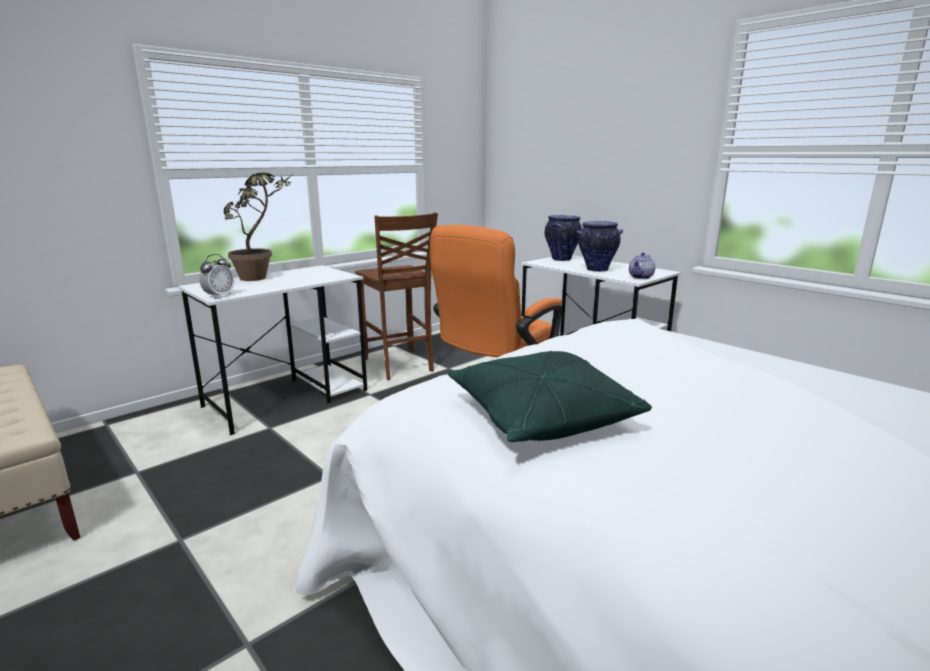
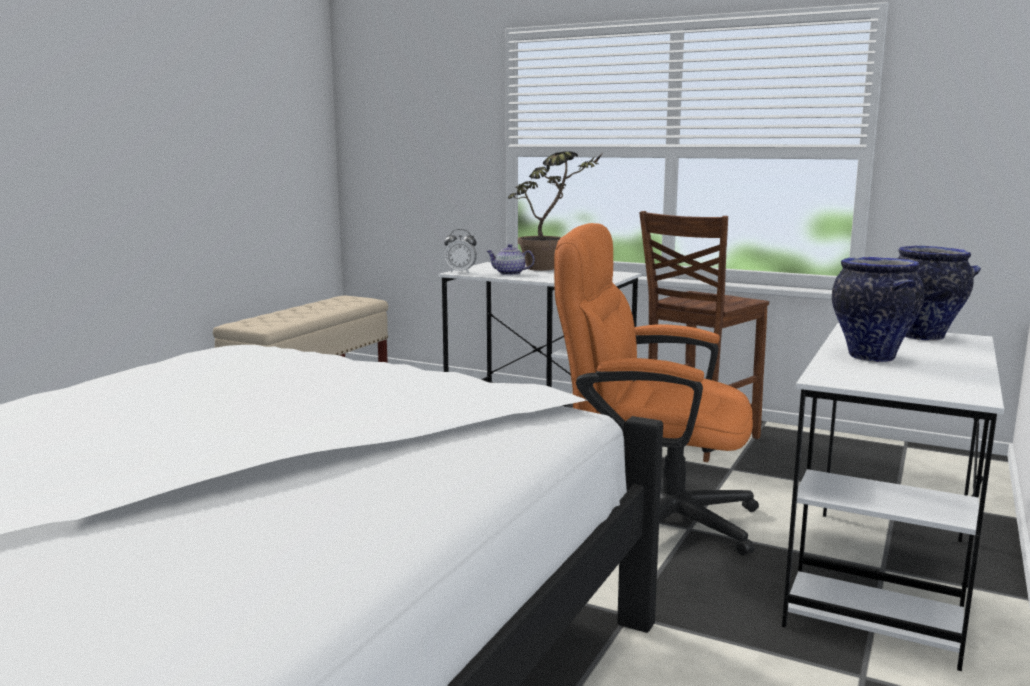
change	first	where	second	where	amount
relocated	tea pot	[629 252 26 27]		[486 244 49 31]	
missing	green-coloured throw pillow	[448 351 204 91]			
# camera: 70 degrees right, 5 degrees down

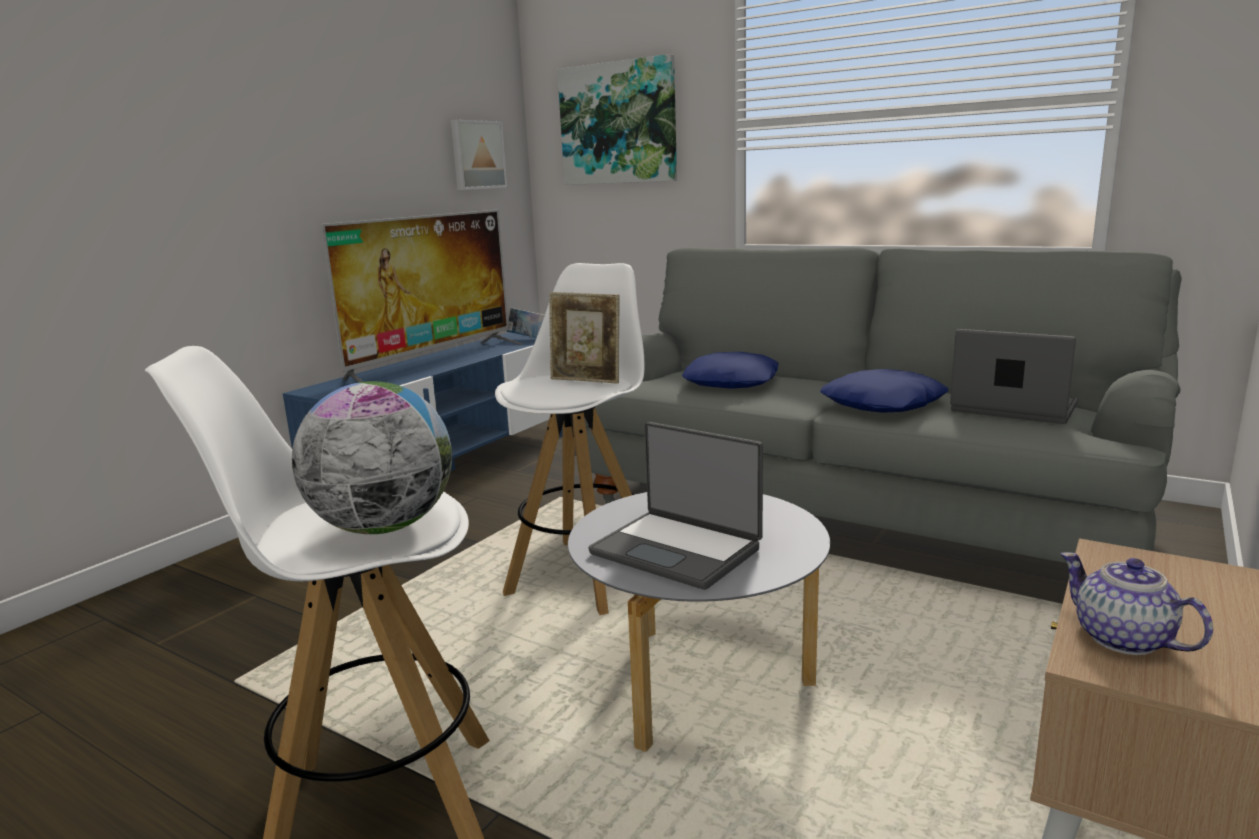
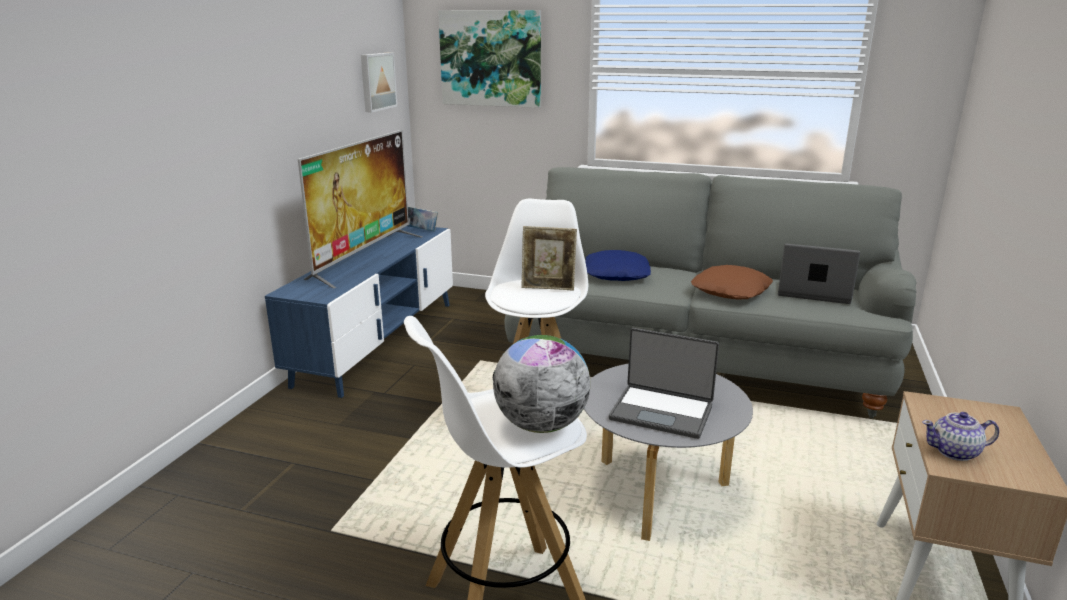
change	first	where	second	where	amount
colour	blue-coloured throw pillow	[820 369 129 44]	brownish throw pillow	[691 265 82 35]	
spun	tea pot	[1060 552 153 103]		[922 412 77 49]	45 degrees counterclockwise
# camera: 15 degrees left, 5 degrees up

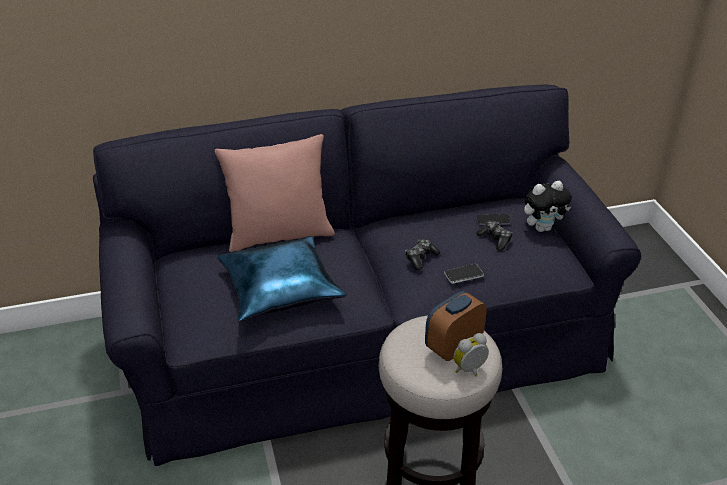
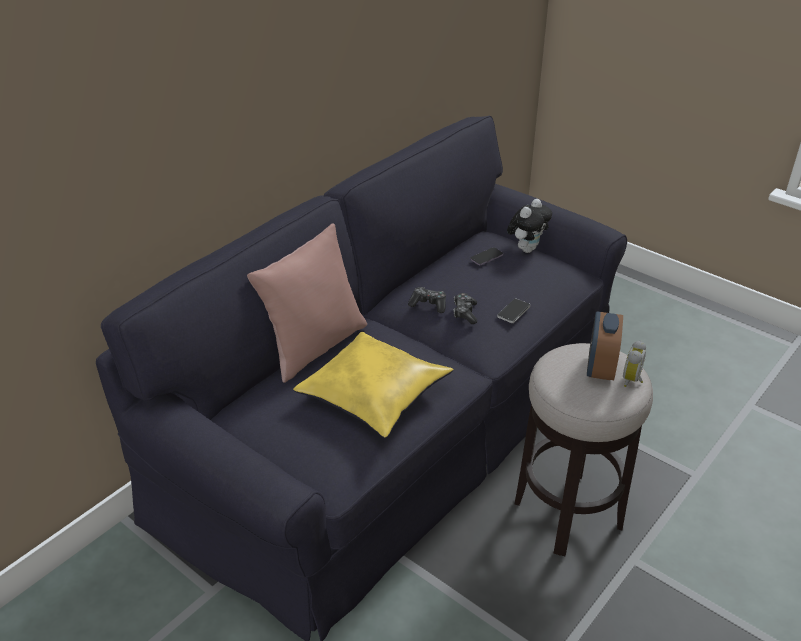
change	first	where	second	where	amount
relocated	game controller	[476 221 37 30]		[408 287 38 26]	
colour	blue-coloured throw pillow	[218 236 129 86]	yellow-coloured throw pillow	[293 332 160 106]	
# camera: 35 degrees left, 0 degrees up

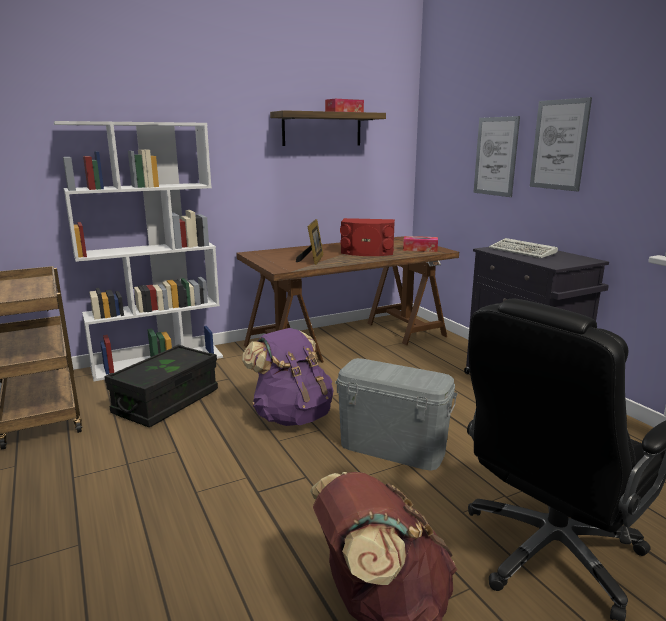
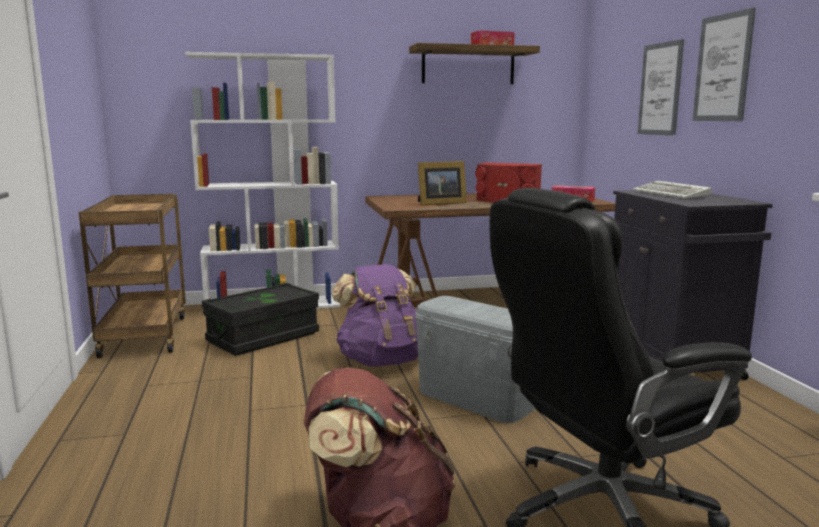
change	first	where	second	where	amount
spun	photo frame	[296 219 28 46]		[418 161 49 45]	45 degrees clockwise
# camera: 15 degrees right, 5 degrees down

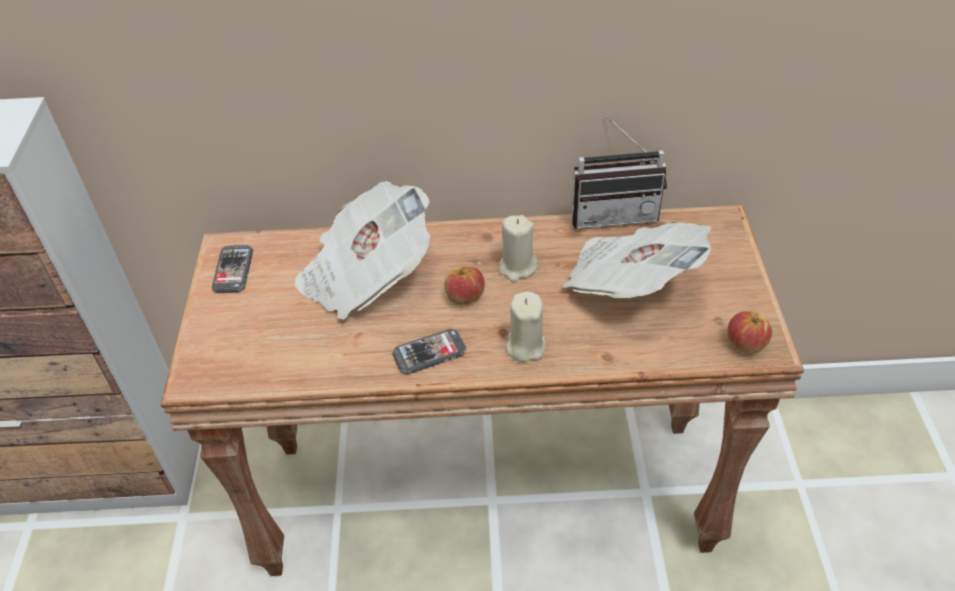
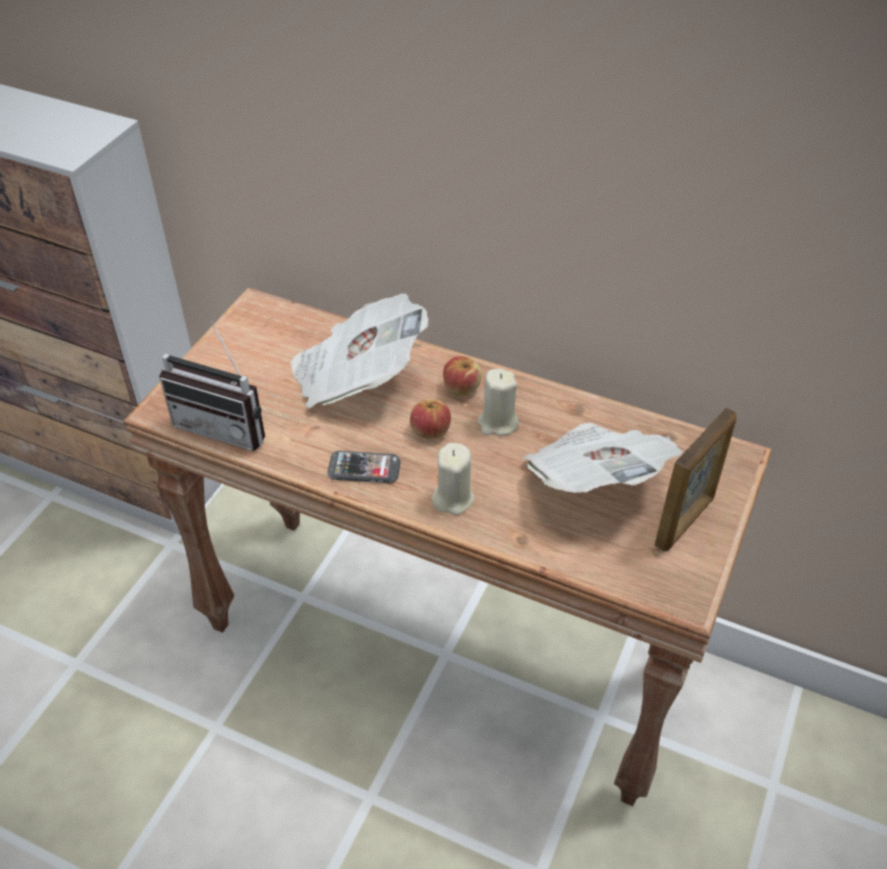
change	first	where	second	where	amount
relocated	radio	[571 116 96 113]		[159 321 106 130]	
missing	telephone	[212 245 41 48]			
relocated	whole apple	[727 311 45 43]		[443 356 38 40]	
appeared			photo frame	[654 408 83 143]	
# camera: 25 degrees right, 0 degrees up

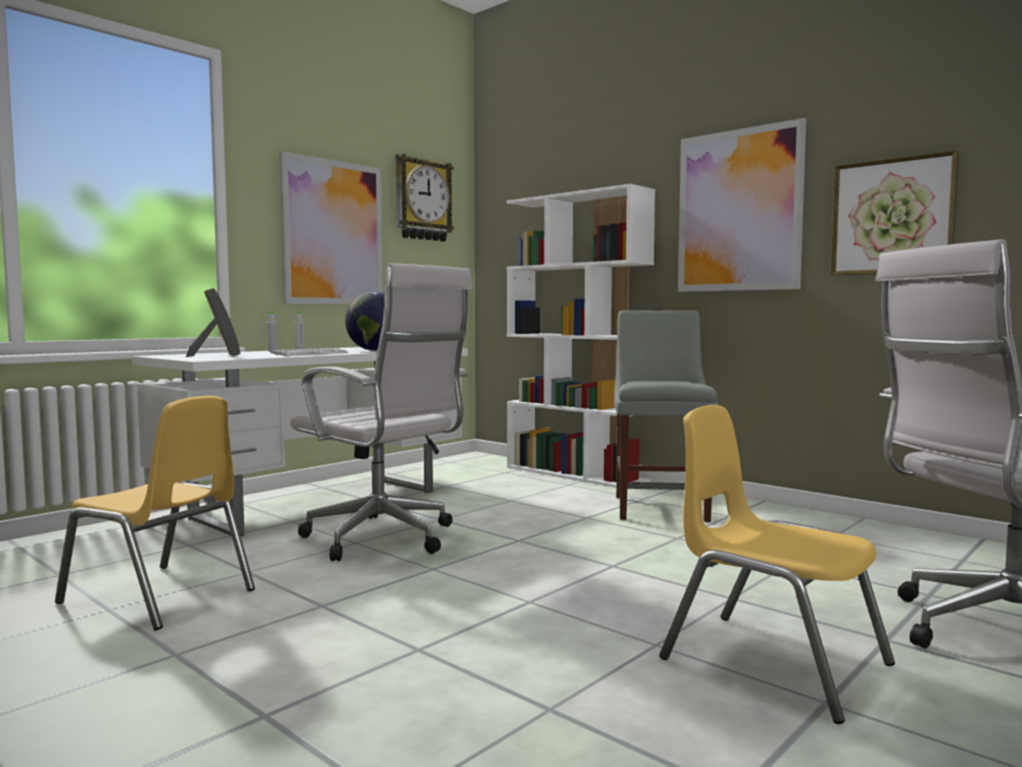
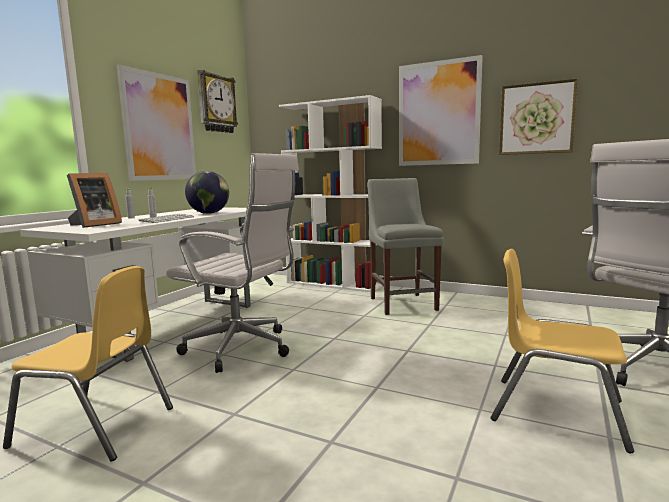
change	first	where	second	where	amount
spun	photo frame	[186 288 54 69]		[67 173 55 55]	75 degrees clockwise
# camera: 15 degrees left, 5 degrees up

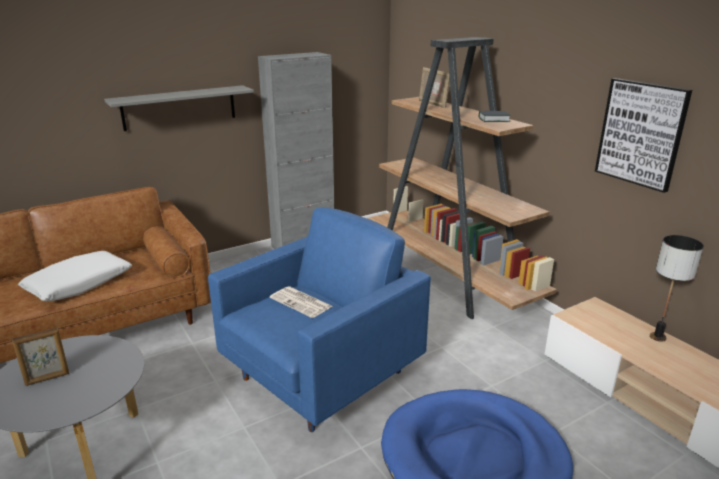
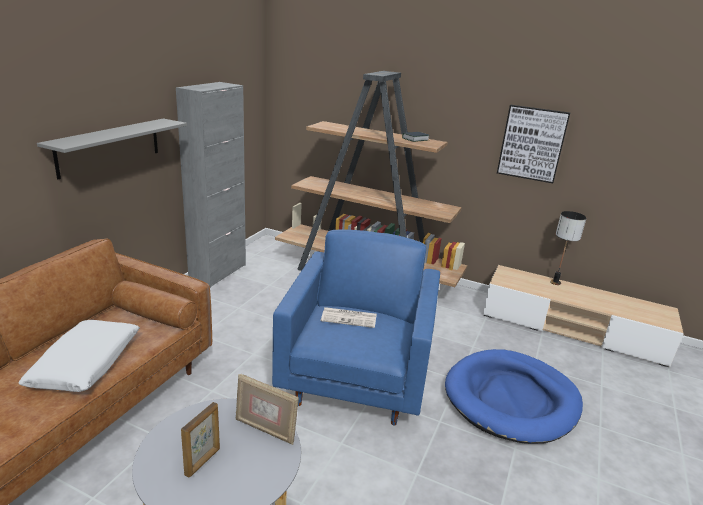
change	first	where	second	where	amount
relocated	photo frame	[419 67 31 41]		[236 374 63 71]	
# camera: 35 degrees left, 0 degrees up

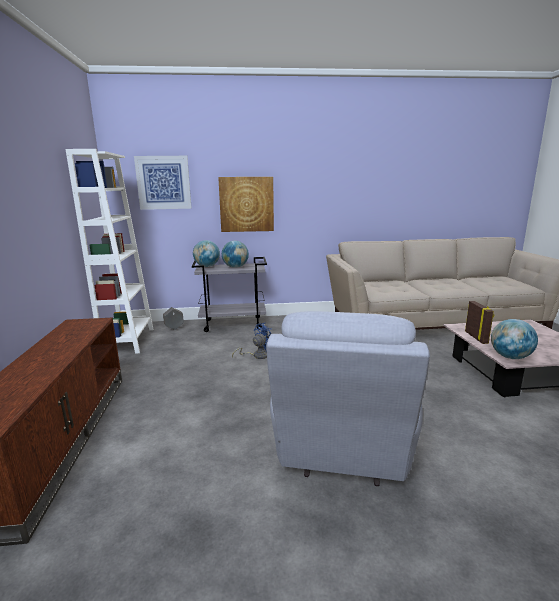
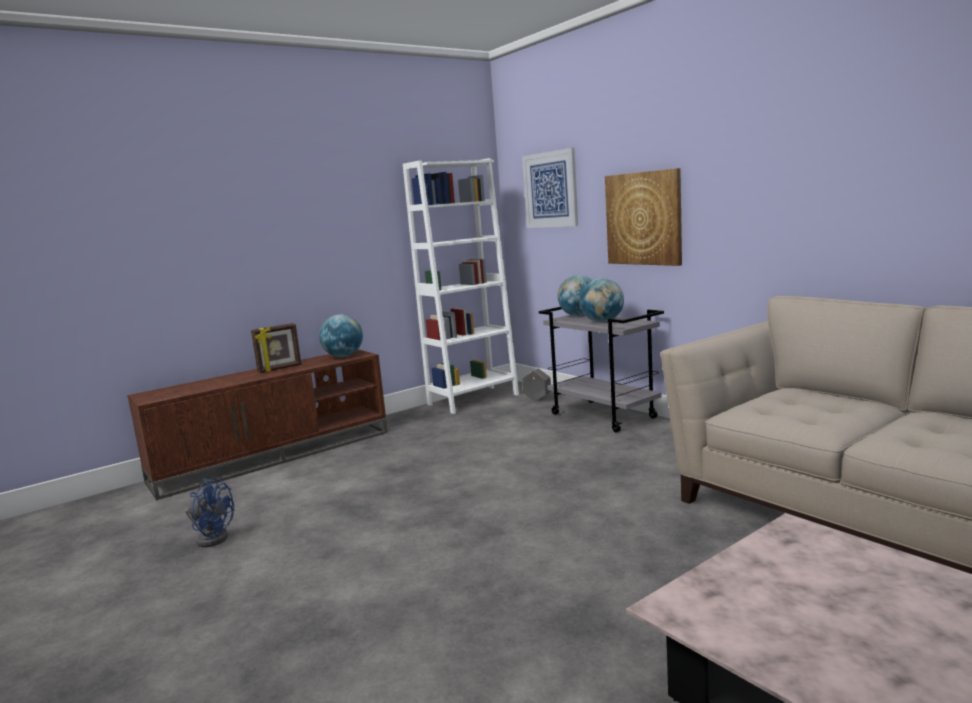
change	first	where	second	where	amount
relocated	photo frame	[465 301 29 43]		[251 323 50 50]	
missing	grey easy chair	[266 311 164 175]			
relocated	globe	[491 319 47 40]		[319 314 44 43]	
relocated	blue-coloured electric fan	[232 323 39 36]		[186 479 48 68]	
# camera: 60 degrees right, 5 degrees down

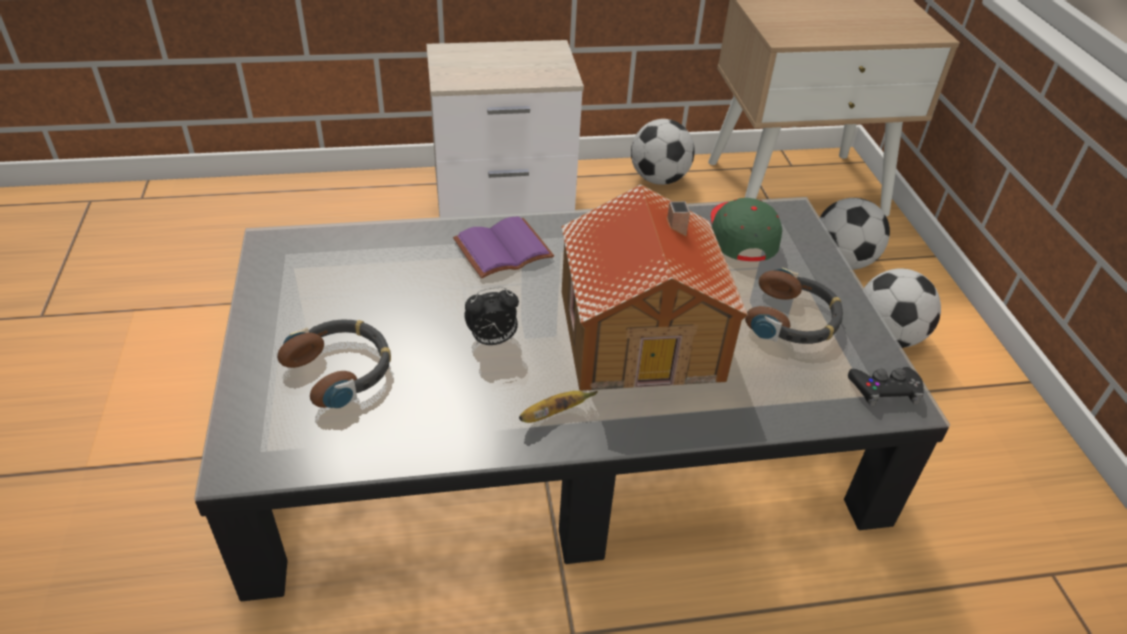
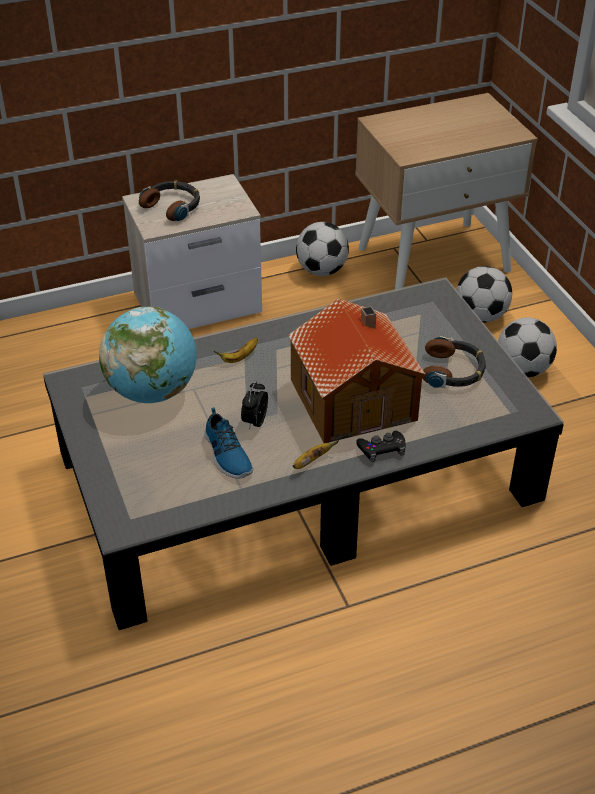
change	first	where	second	where	amount
missing	green-coloured baseball cap	[711 198 71 63]			
exchanged	purple-coloured bound book	[453 216 101 62]	banana	[214 337 44 26]	
spun	alarm clock	[465 287 54 58]		[241 381 27 49]	135 degrees clockwise
relocated	headphones	[277 319 114 89]		[139 180 61 41]	
relocated	blackish game controller	[848 367 76 39]		[357 431 48 31]	
appeared			globe	[99 306 98 97]	
appeared			shoe	[204 407 49 72]	
# camera: 10 degrees left, 0 degrees up

